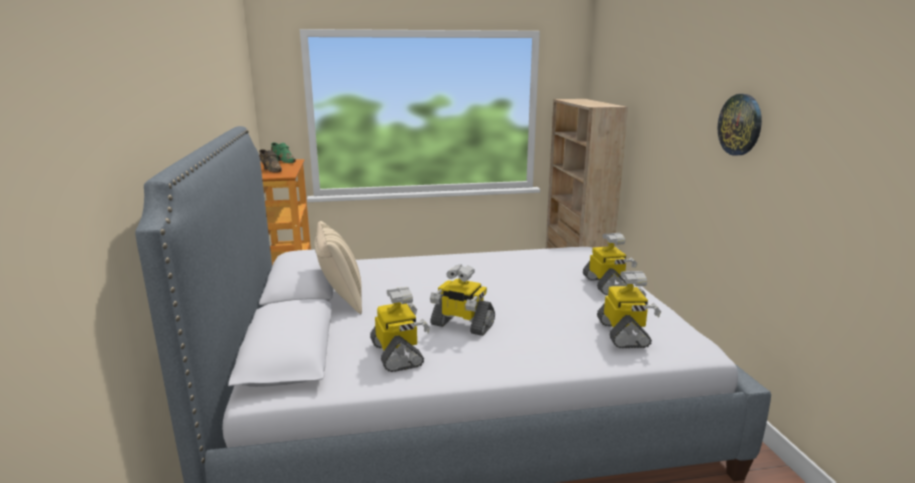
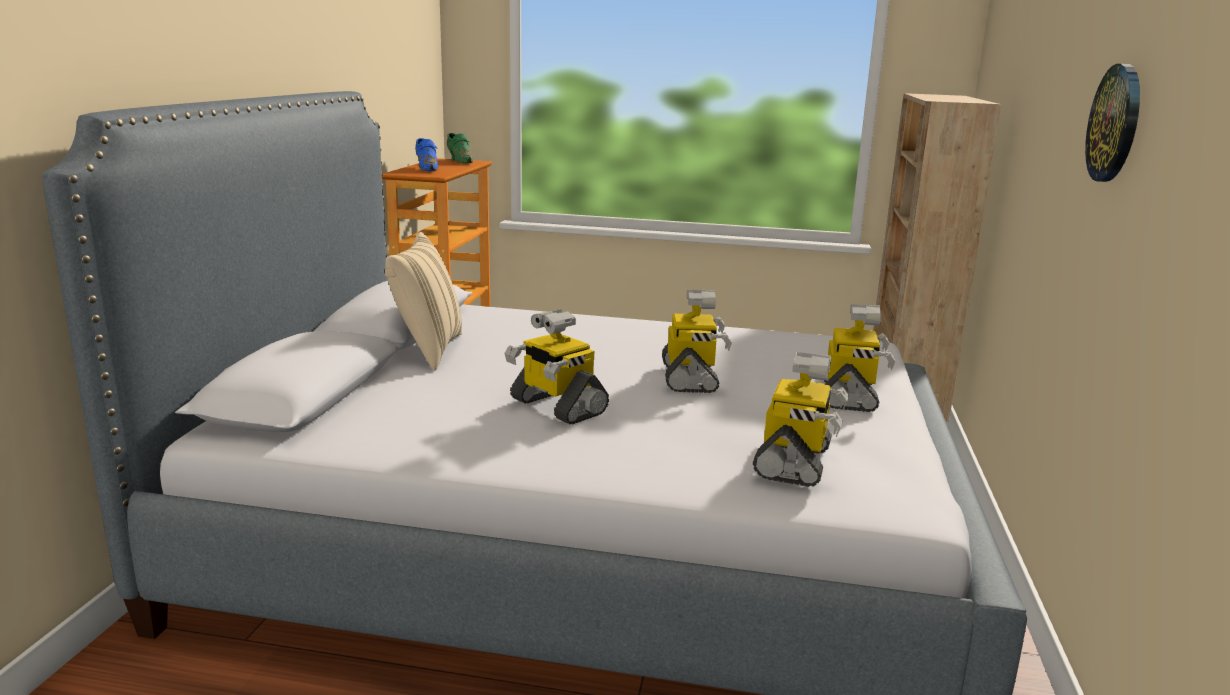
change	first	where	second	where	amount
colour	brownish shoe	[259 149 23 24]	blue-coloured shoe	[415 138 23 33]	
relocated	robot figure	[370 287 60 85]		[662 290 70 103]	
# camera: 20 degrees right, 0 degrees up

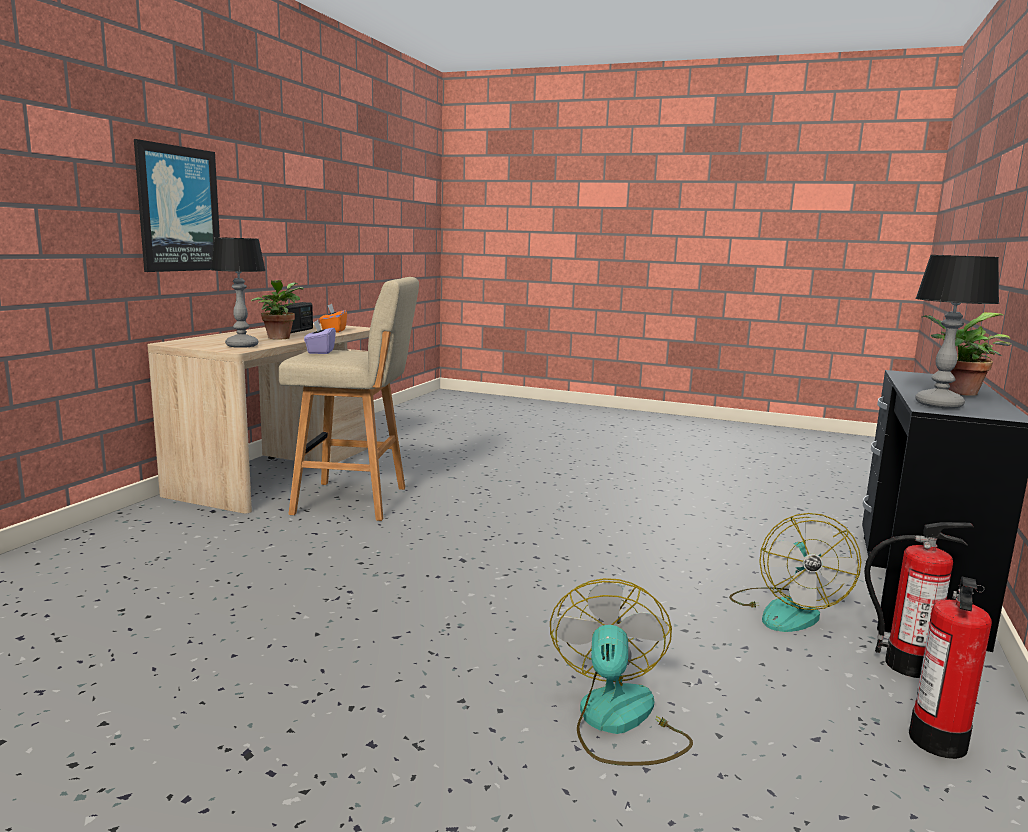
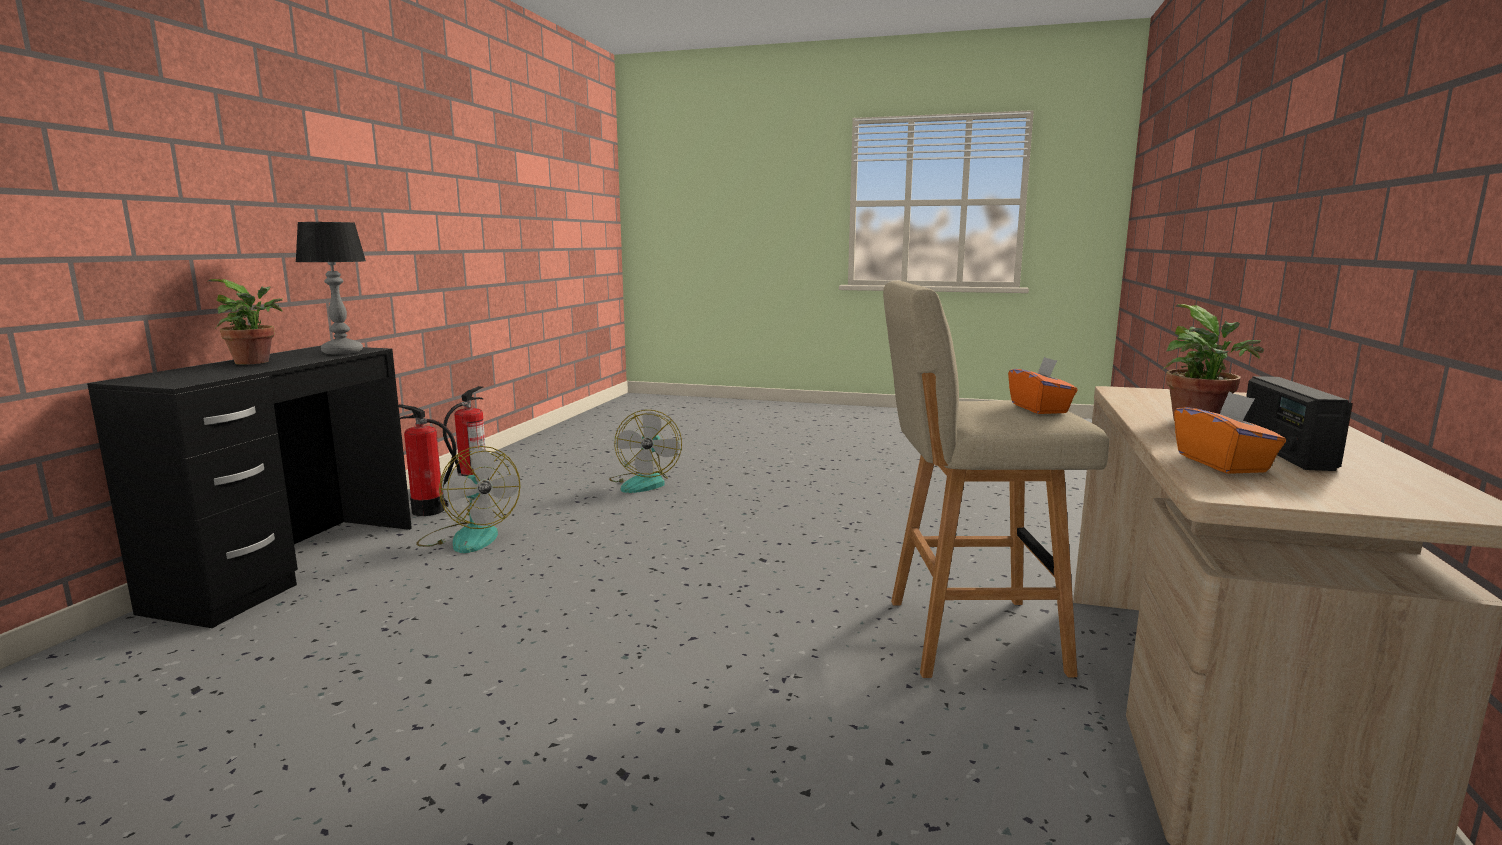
change	first	where	second	where	amount
missing	wall picture	[134 139 86 133]			
missing	lamp for a table	[210 237 56 111]			
colour	purple-coloured box of tissues	[304 320 32 34]	orange-coloured box of tissues	[1008 357 70 57]	
spun	electric fan	[729 513 132 119]		[416 446 105 107]	135 degrees clockwise
# camera: 175 degrees right, 0 degrees up

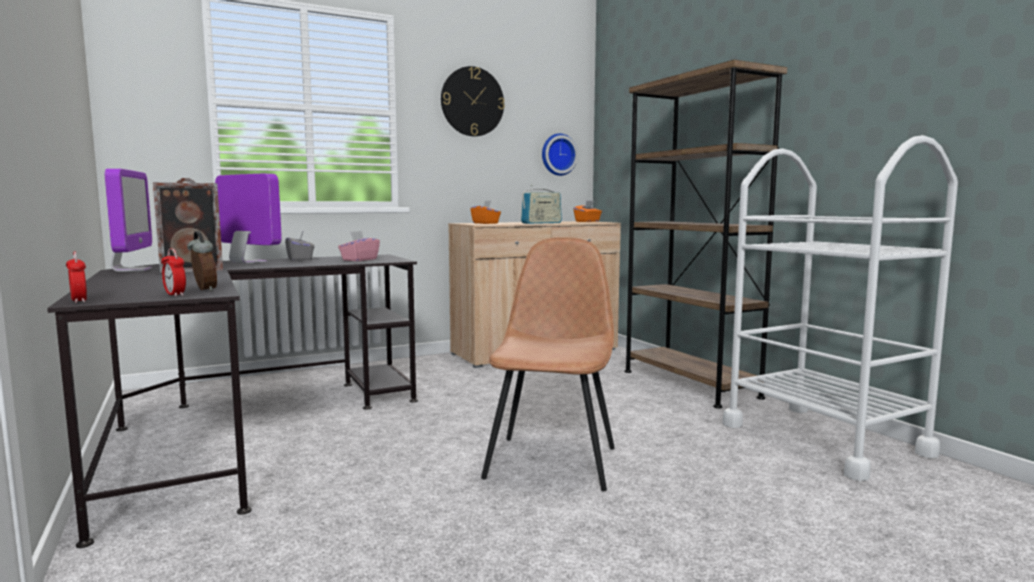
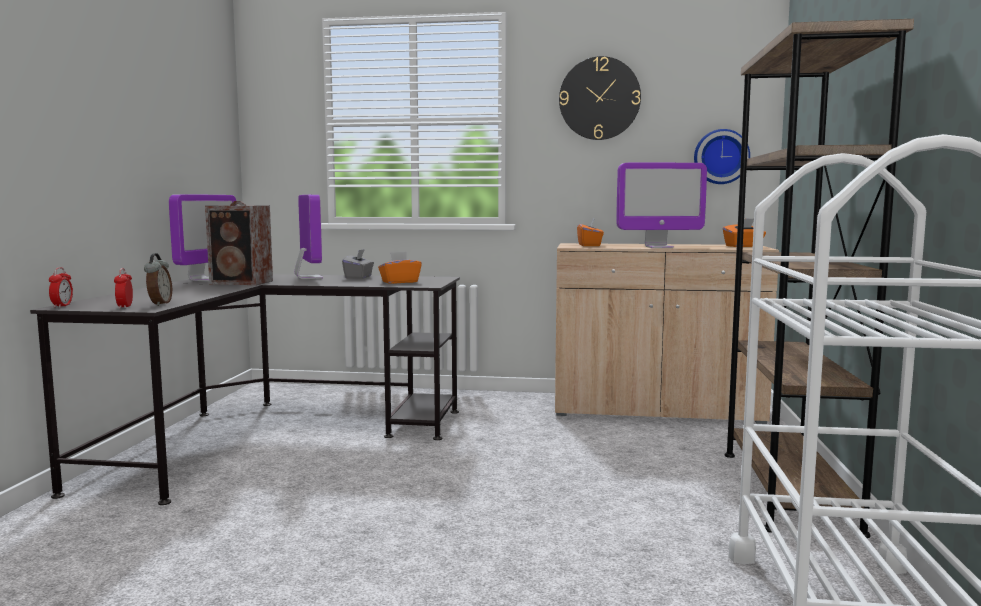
change	first	where	second	where	amount
exchanged	radio	[521 185 41 39]	computer screen	[616 163 91 85]	
colour	pink-coloured box of tissues	[338 231 42 30]	orange-coloured box of tissues	[378 252 44 32]	
missing	brownish plain chair	[481 237 134 255]			
# camera: 35 degrees right, 0 degrees up

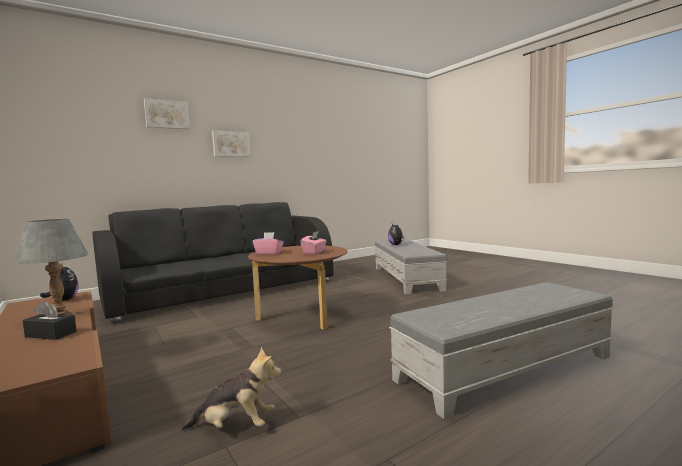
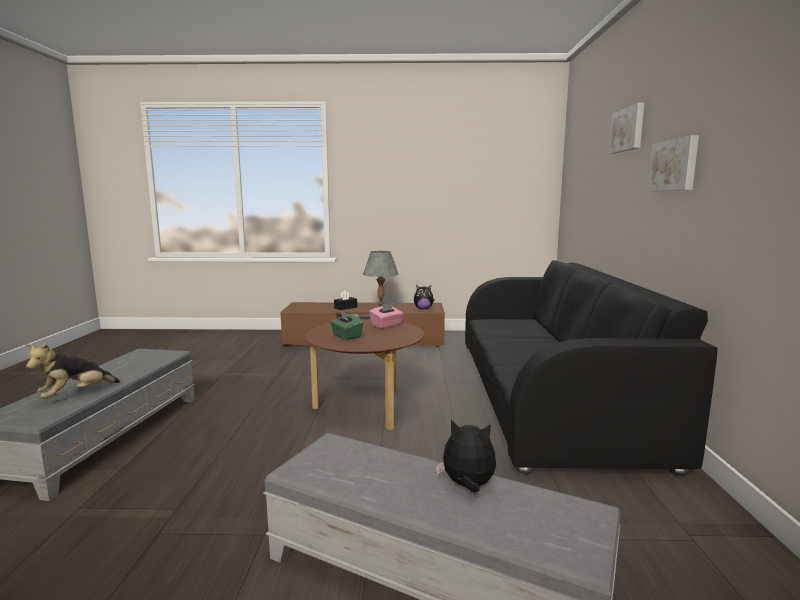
change	first	where	second	where	amount
colour	pink-coloured box of tissues	[300 231 26 23]	green-coloured box of tissues	[330 311 33 29]	
relocated	plush toy	[182 347 99 83]		[25 342 95 56]	
# camera: 125 degrees right, 5 degrees up

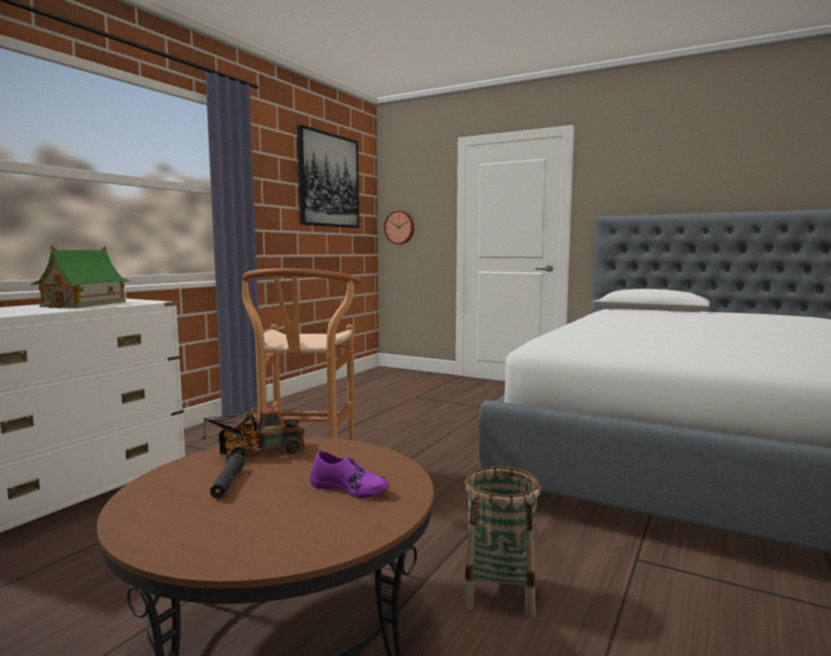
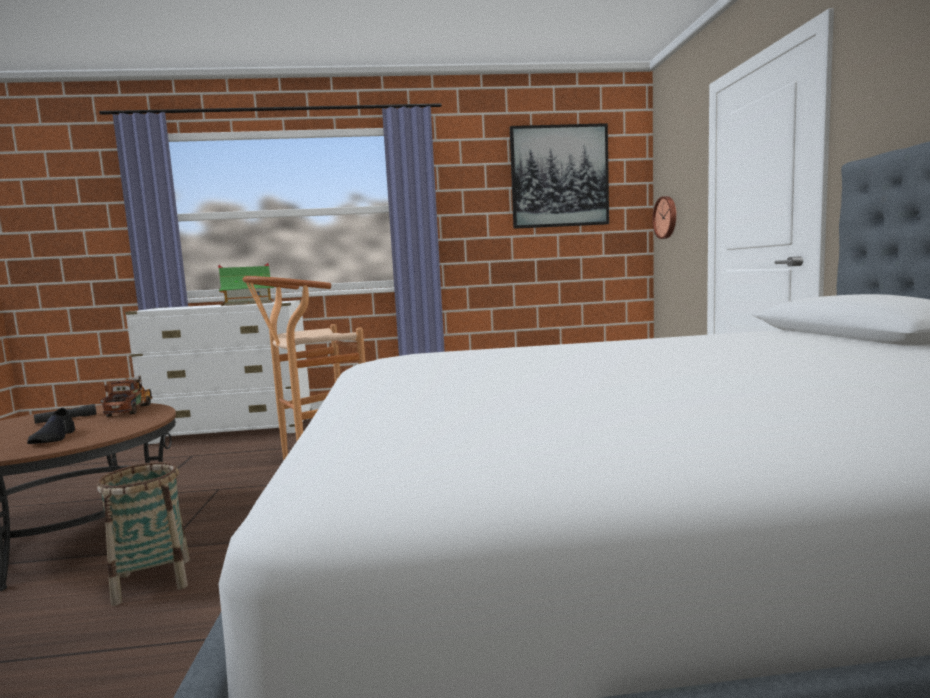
change	first	where	second	where	amount
spun	toy truck	[202 405 103 52]		[100 376 52 41]	45 degrees clockwise
colour	purple-coloured shoe	[310 450 80 48]	blackish shoe	[27 408 48 36]	
# camera: 55 degrees right, 0 degrees up

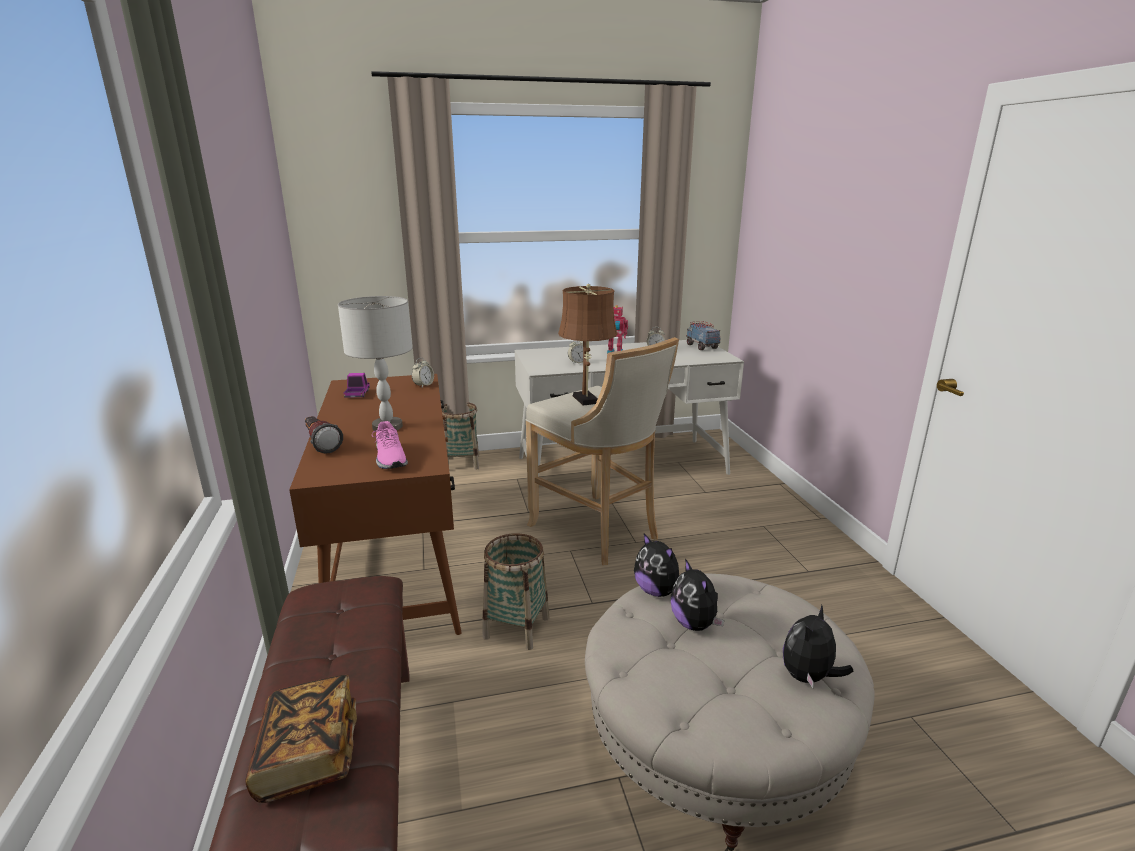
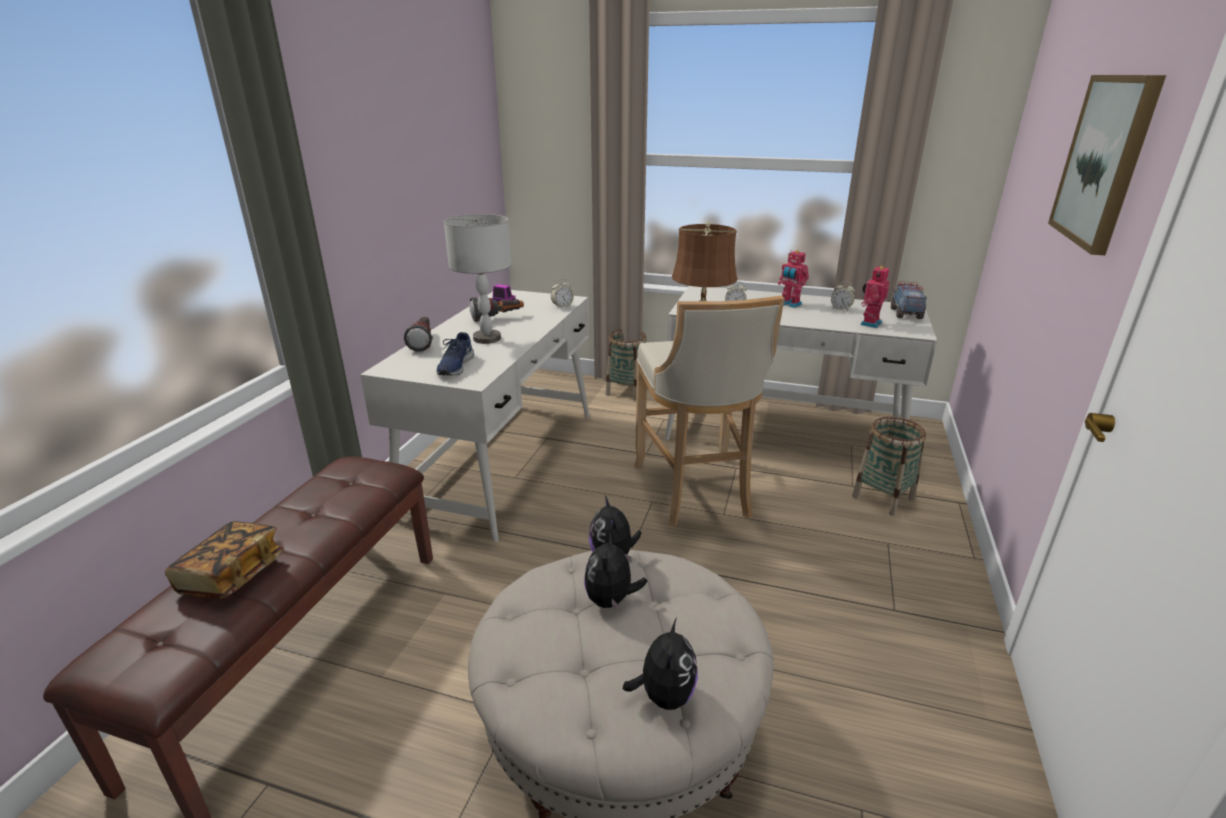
change	first	where	second	where	amount
colour	brownish desk	[289 374 173 261]	white-coloured desk	[360 290 229 252]	
colour	pink-coloured shoe	[372 421 36 48]	blue-coloured shoe	[436 332 38 44]	
relocated	household basket	[483 533 67 117]		[852 417 74 99]	
spun	plush toy	[783 605 71 83]		[623 618 75 92]	120 degrees clockwise
appeared			wall picture	[1048 75 118 180]	
appeared			robot figure	[861 265 28 63]	
appeared			hand torch	[469 297 55 25]	
# camera: 30 degrees right, 5 degrees up

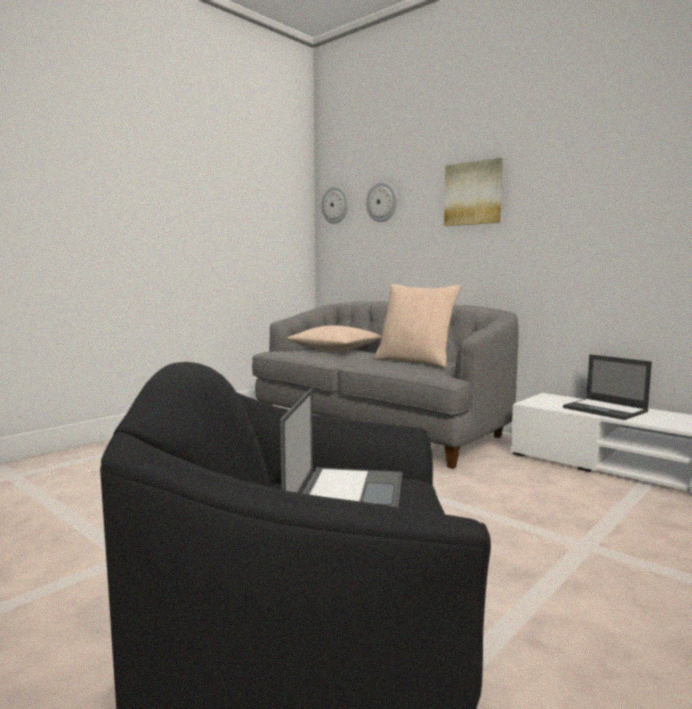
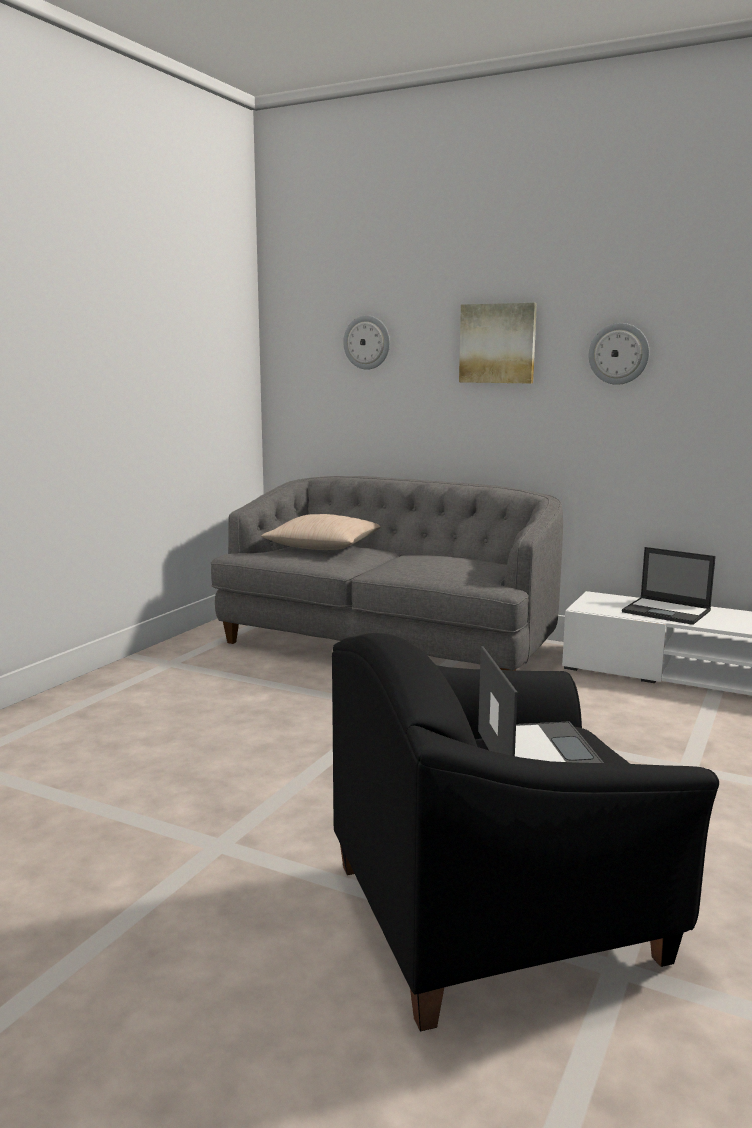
change	first	where	second	where	amount
relocated	hanging clock	[322 186 26 38]		[589 323 60 62]	
missing	beige-coloured throw pillow	[374 284 87 84]			
# camera: 15 degrees left, 5 degrees up

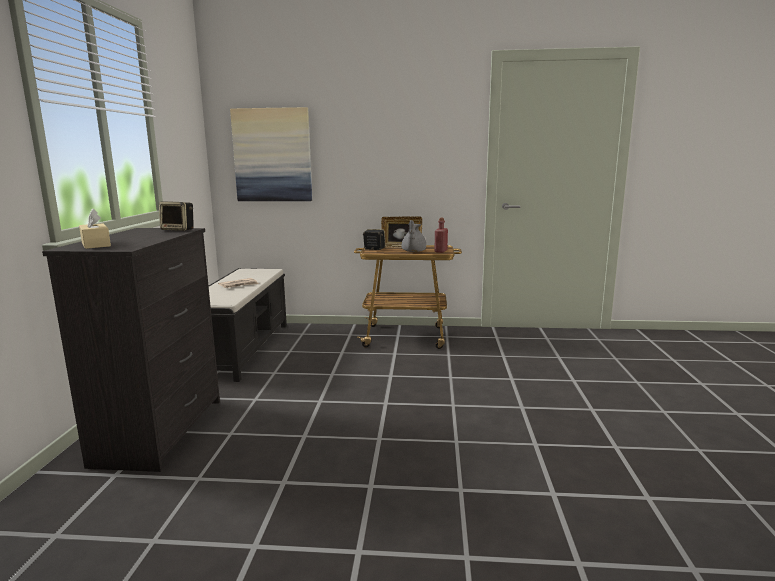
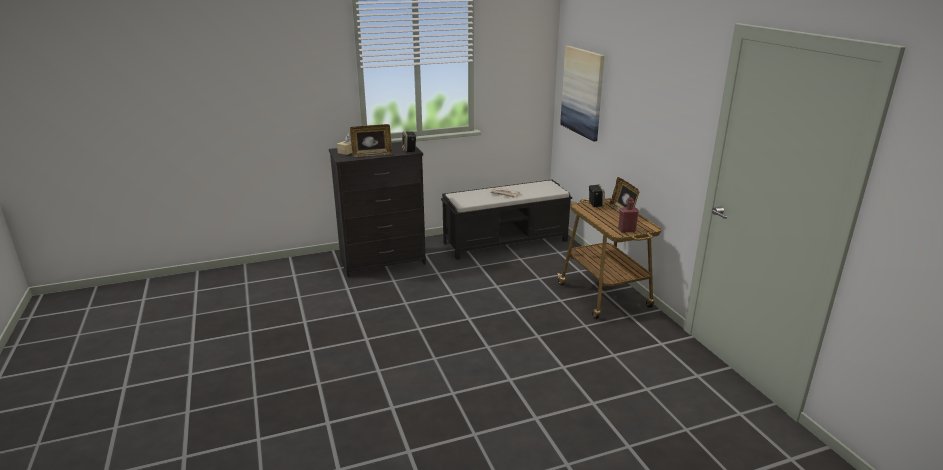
change	first	where	second	where	amount
missing	grey tea pot	[402 220 24 32]			
appeared			photo frame	[350 124 42 33]	
# camera: 65 degrees right, 10 degrees up

